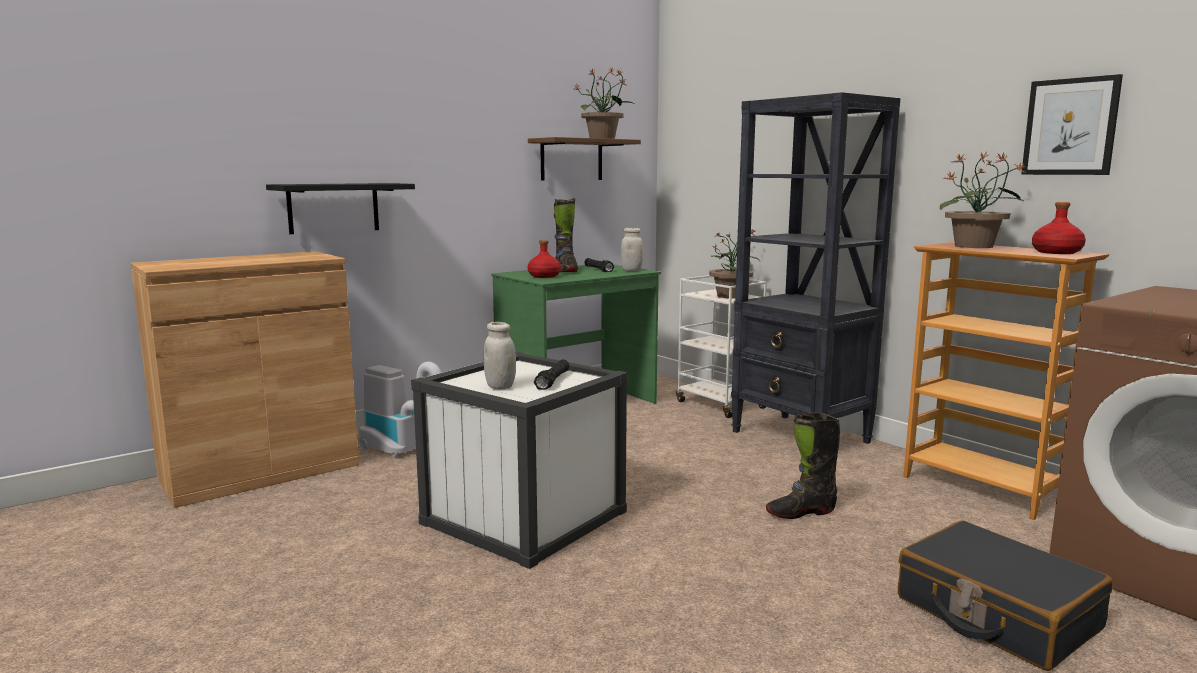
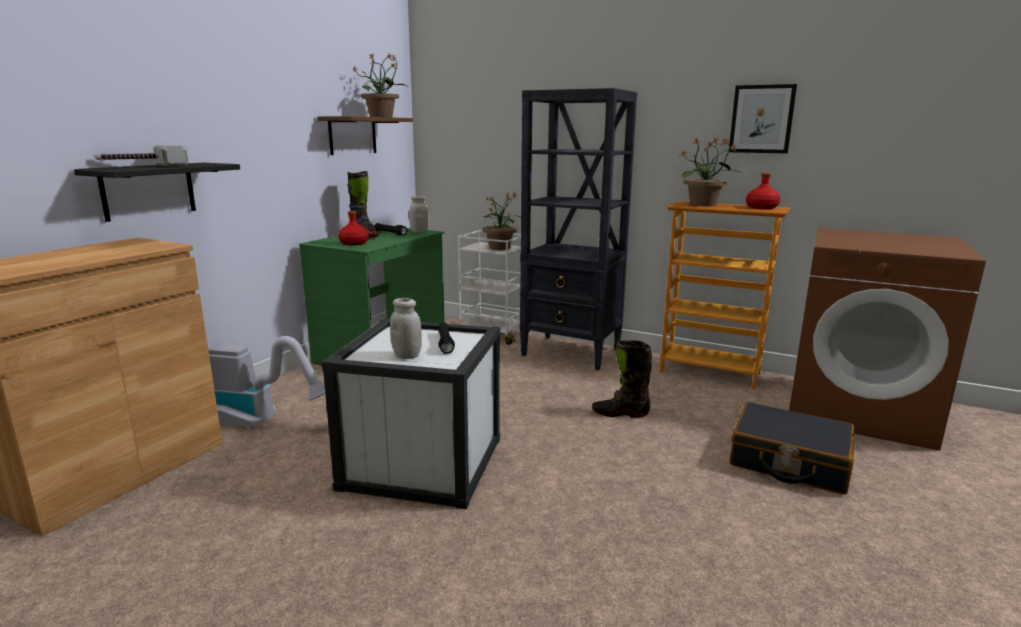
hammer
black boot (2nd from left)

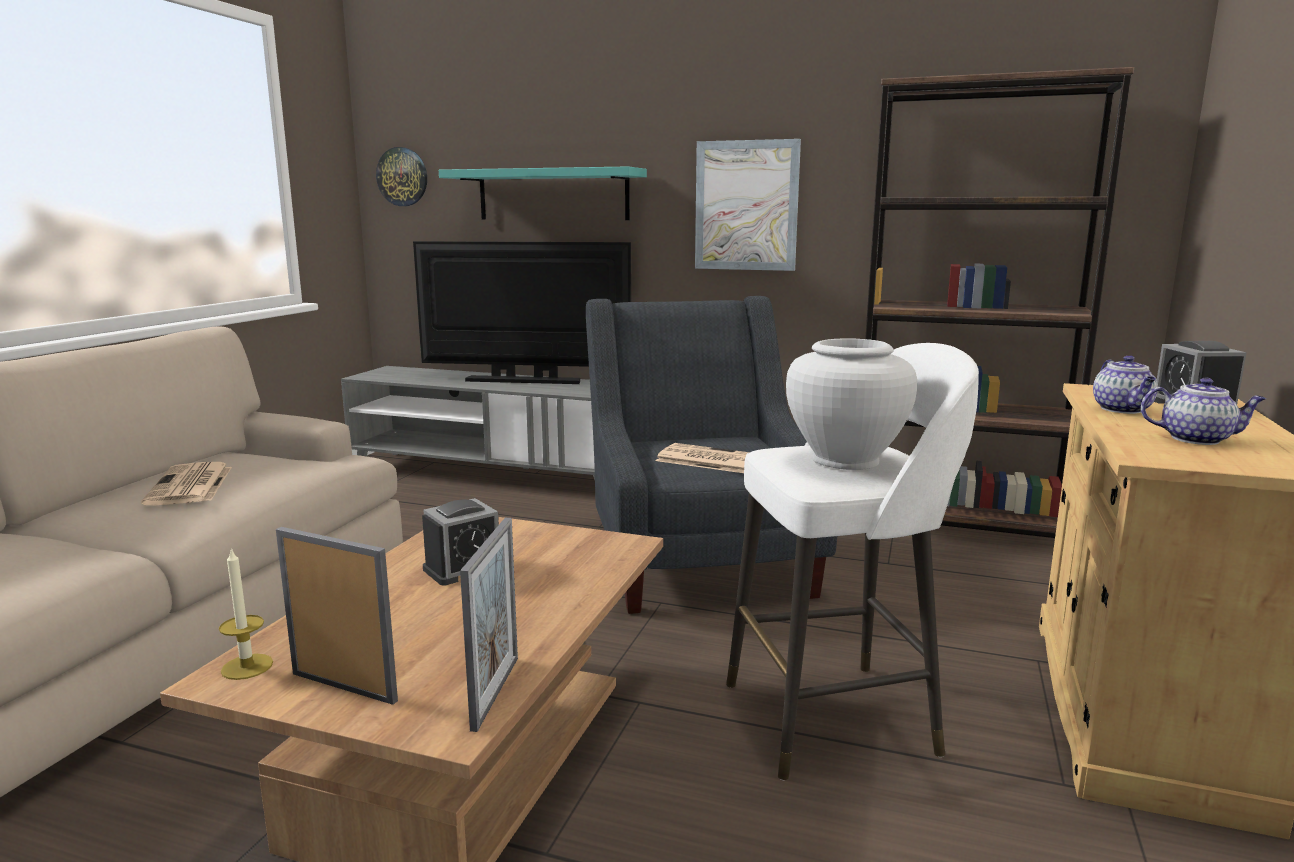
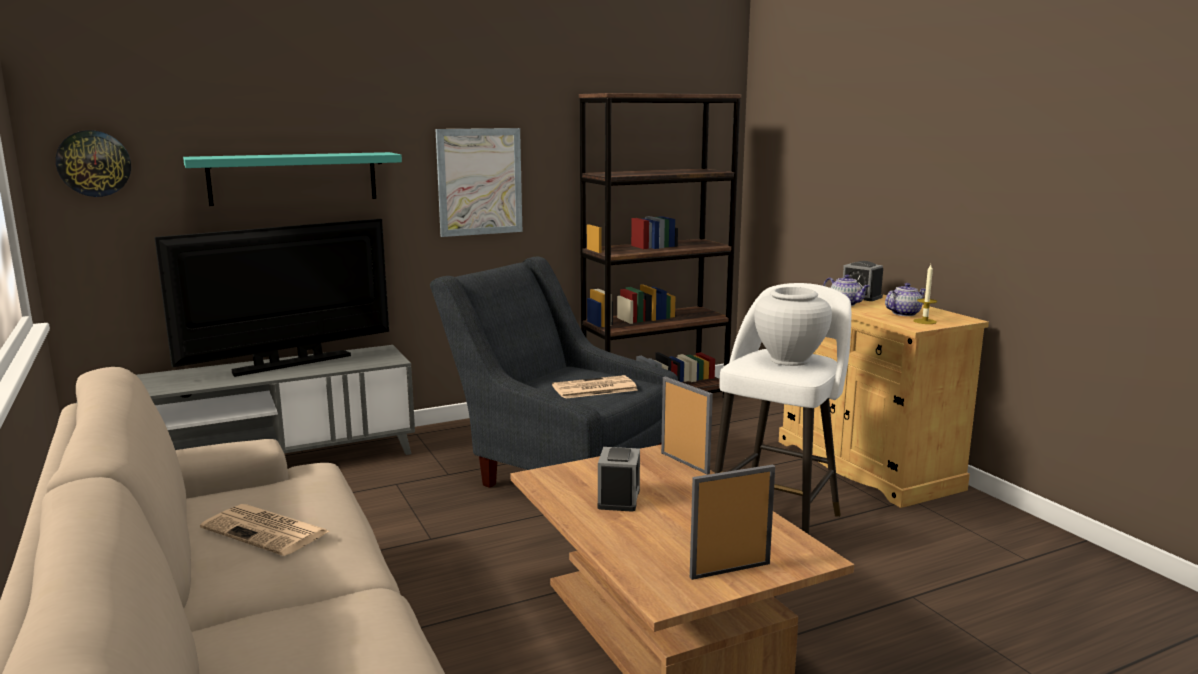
picture frame (1st from left)
candle

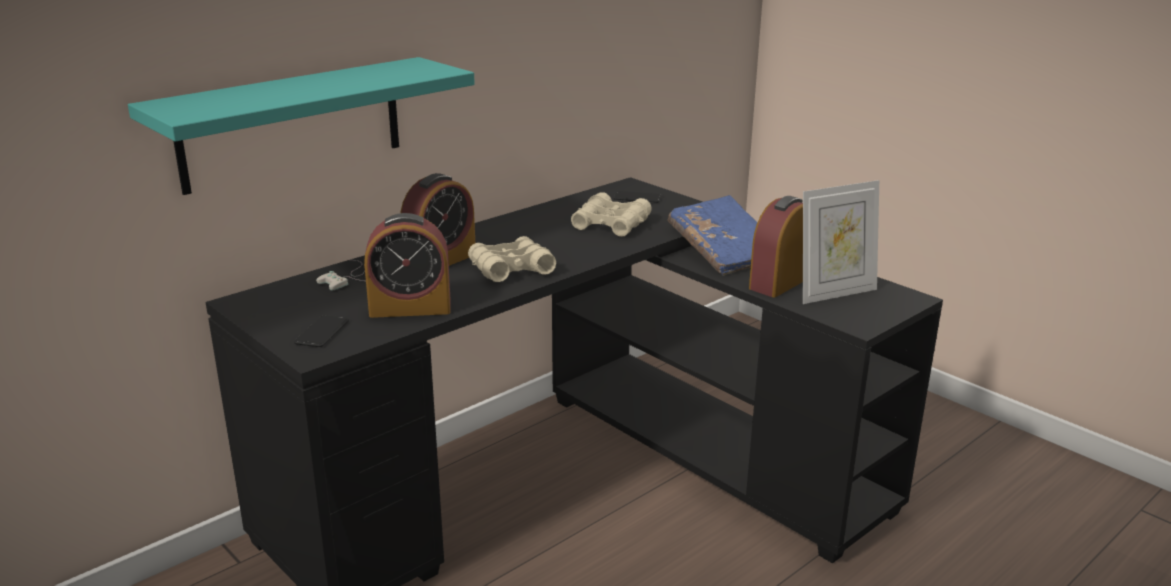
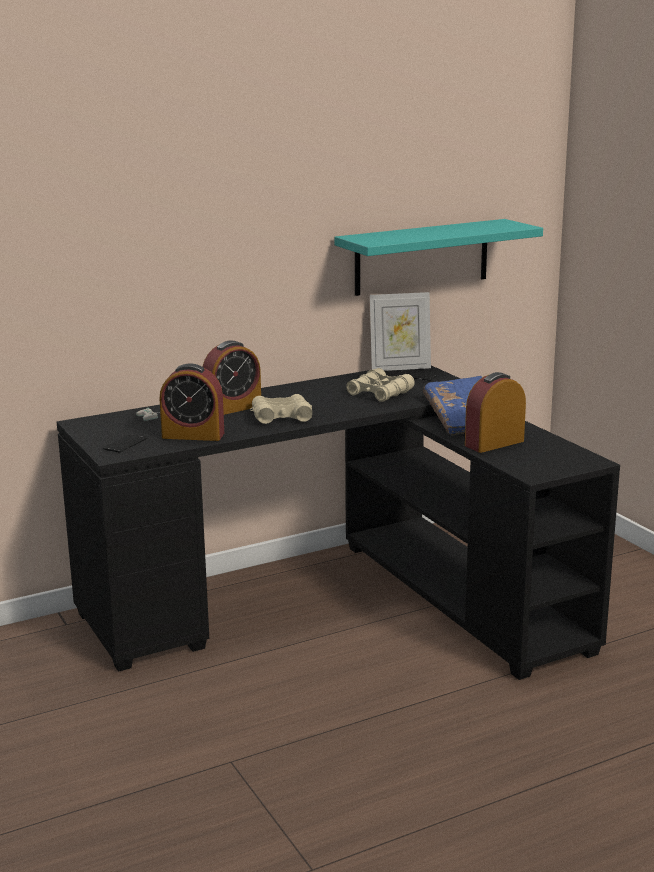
turquoise shelf
picture frame

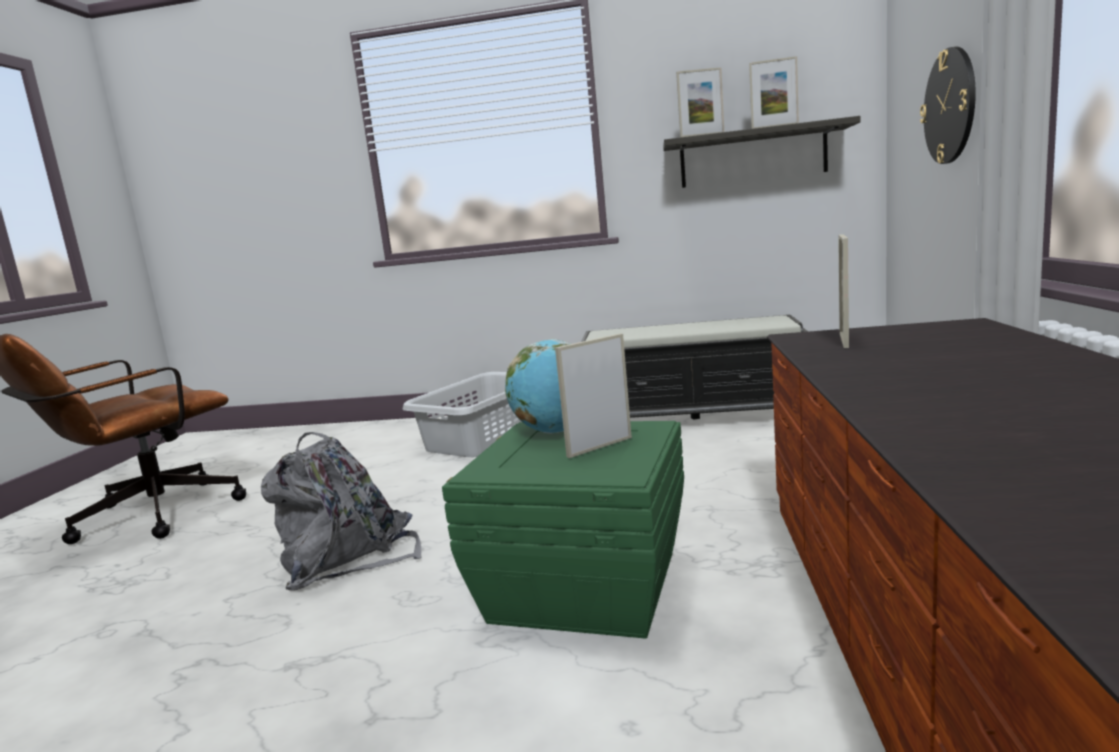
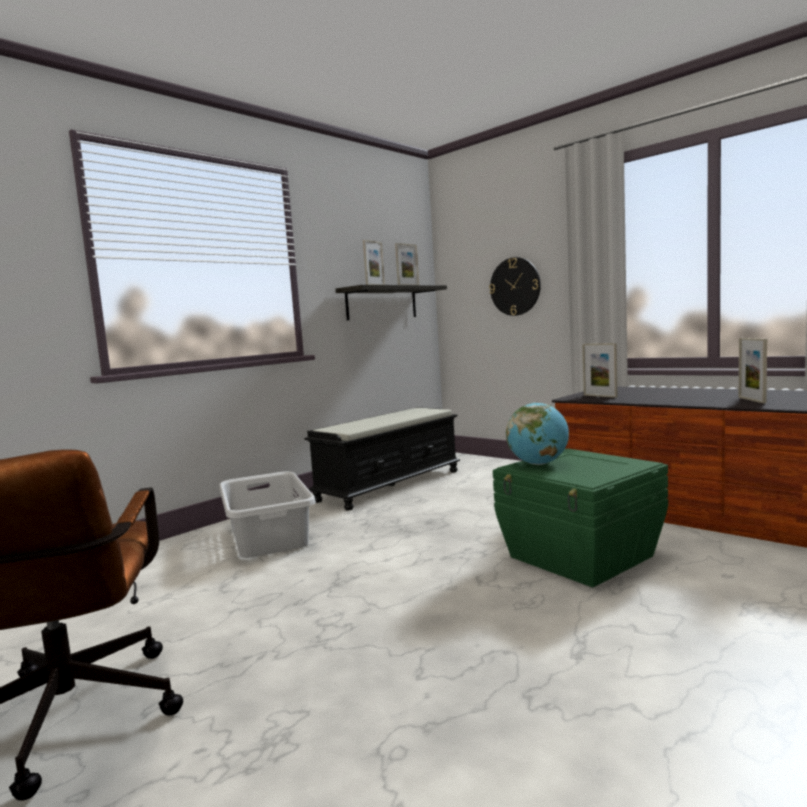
picture frame (4th from left)
grey backpack

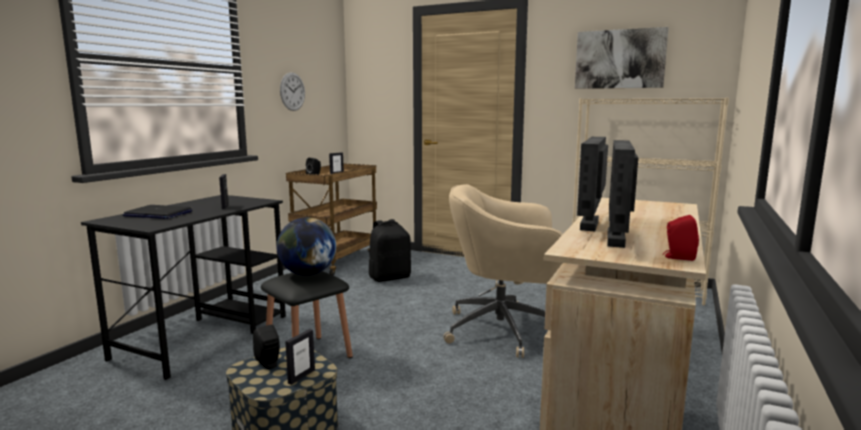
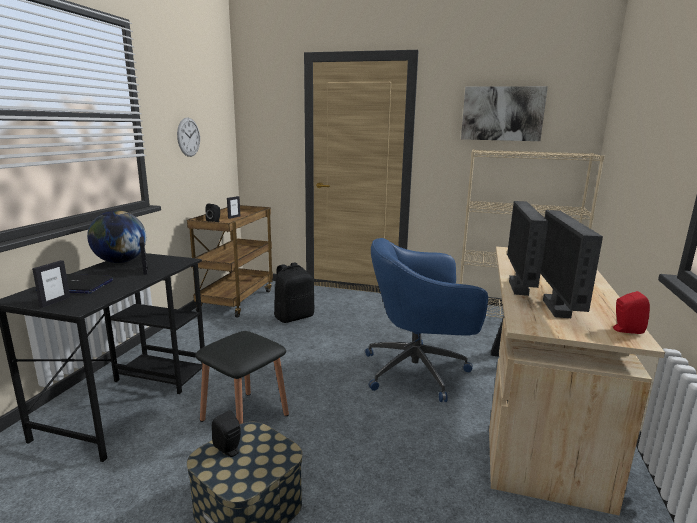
picture frame (1st from left)
globe
blue office chair

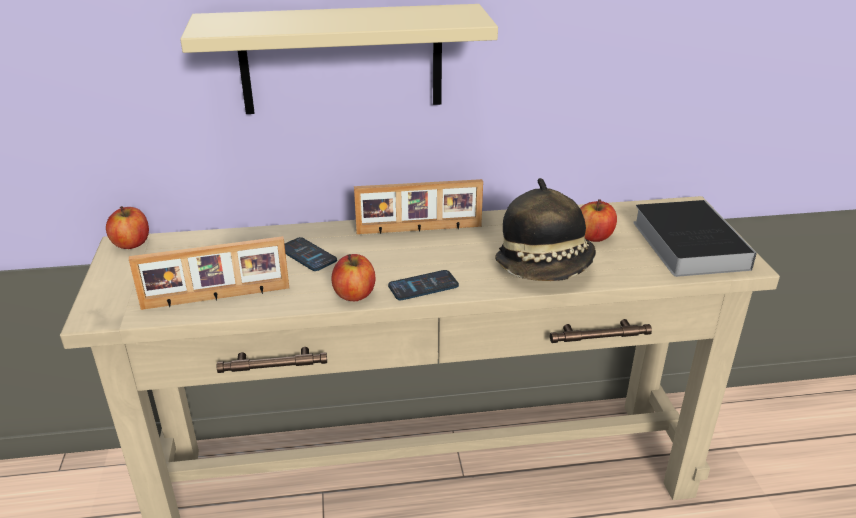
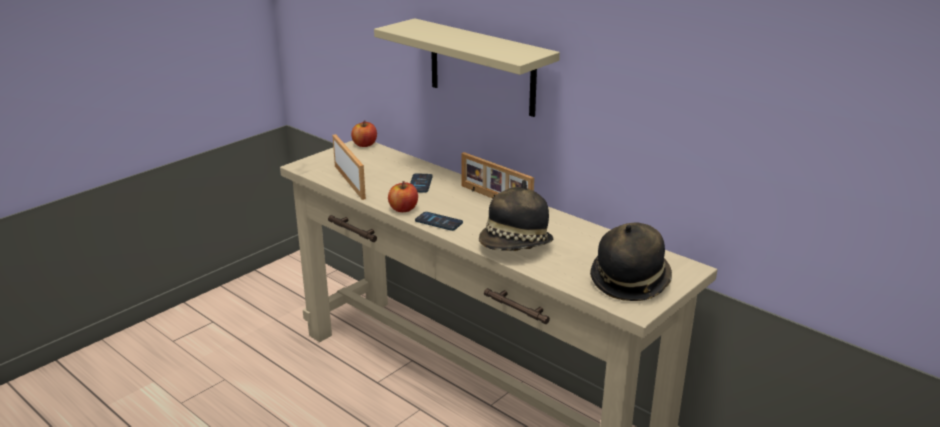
picture frame (1st from left)
hat (2nd from left)
apple (3rd from left in the first image)

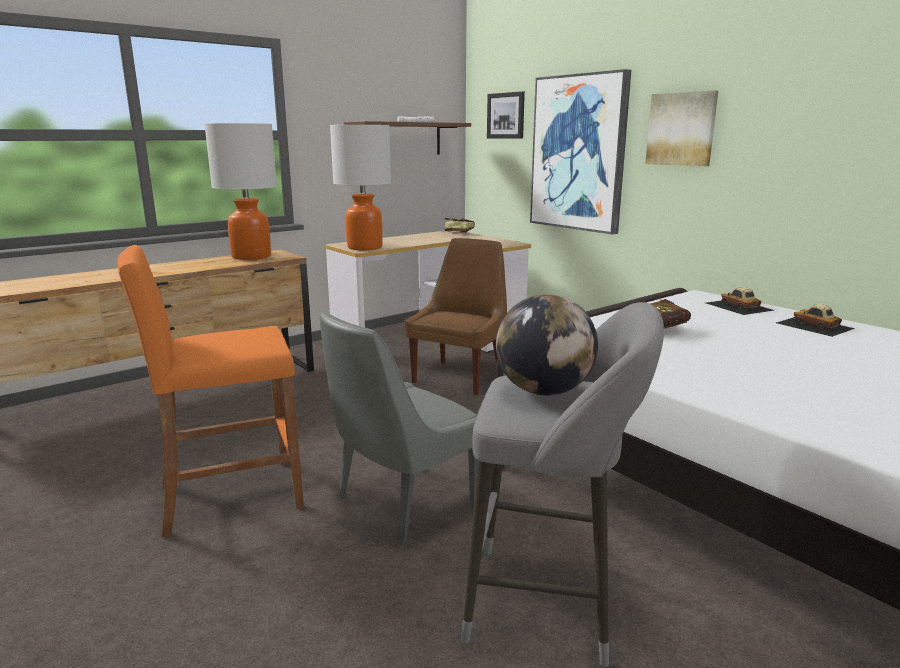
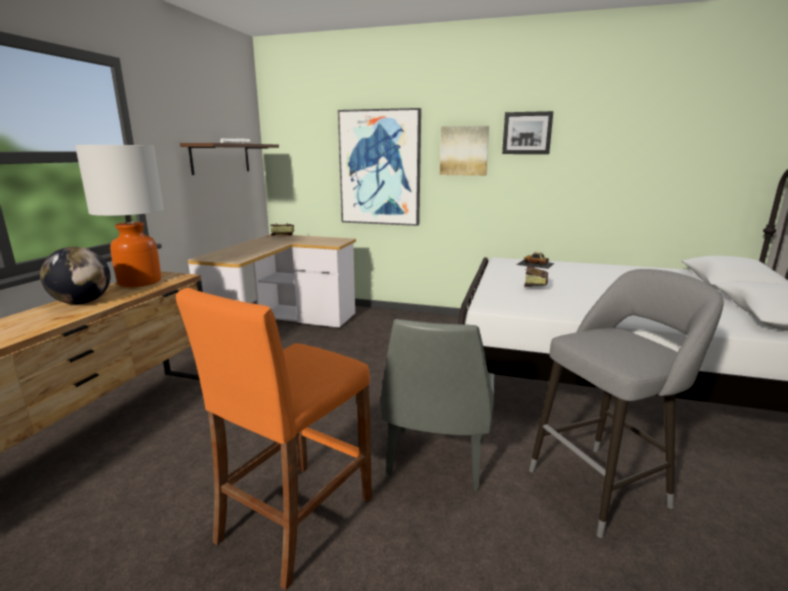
globe
picture (3rd from left)
table lamp (2nd from left in the first image)
brown chair
toy car (2nd from left in the first image)

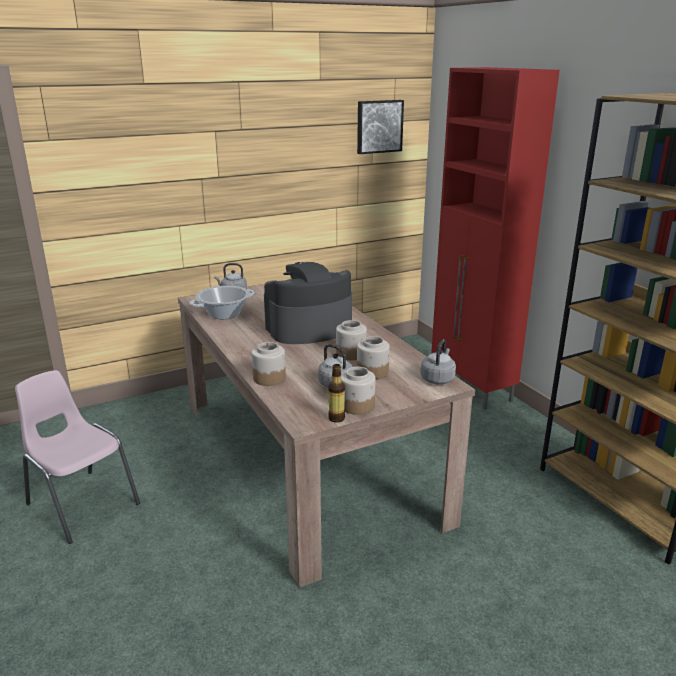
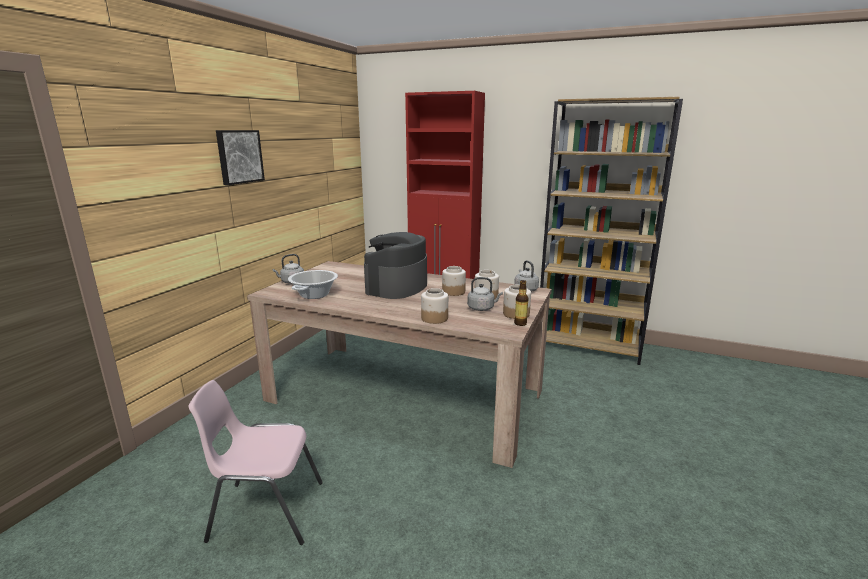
picture

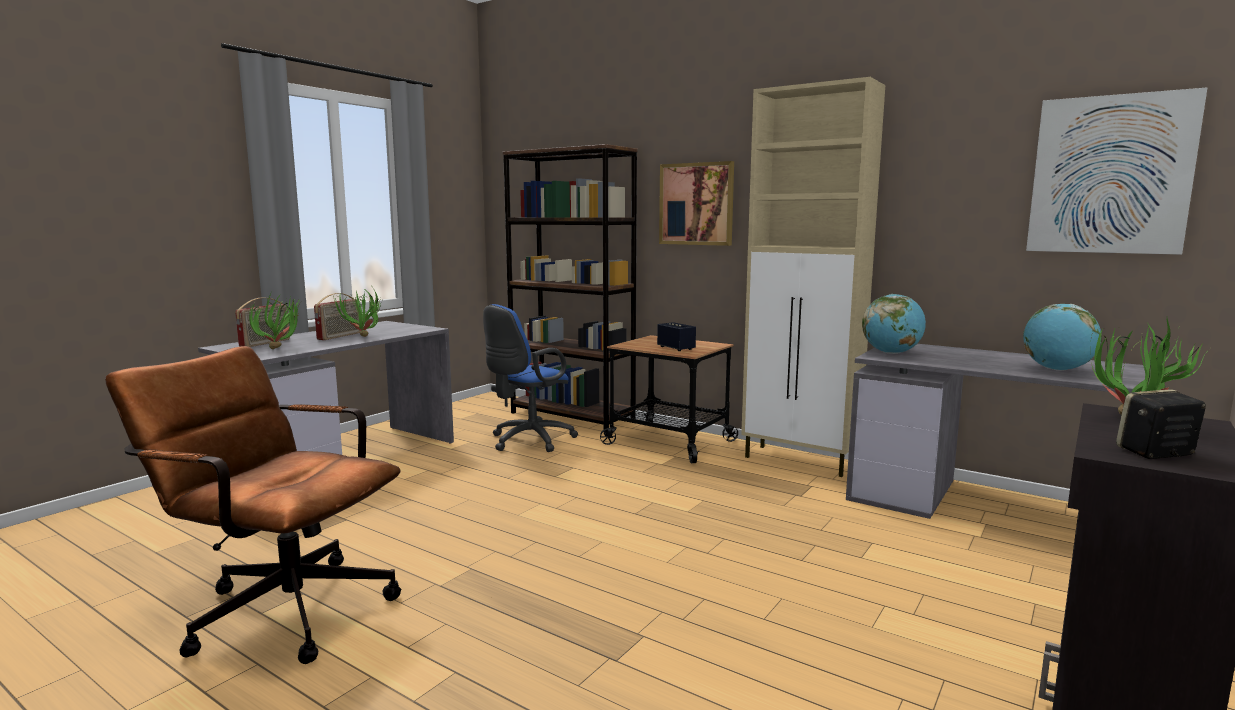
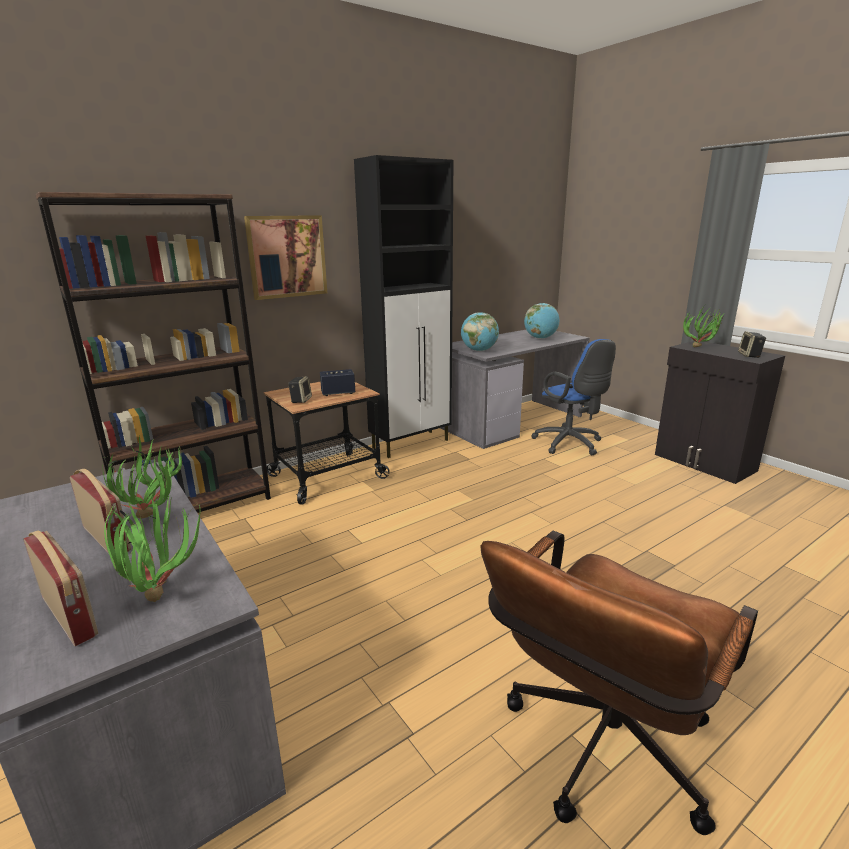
speaker (1st from left)
black cabinet (1st from left)
blue office chair
picture (2nd from left in the first image)

